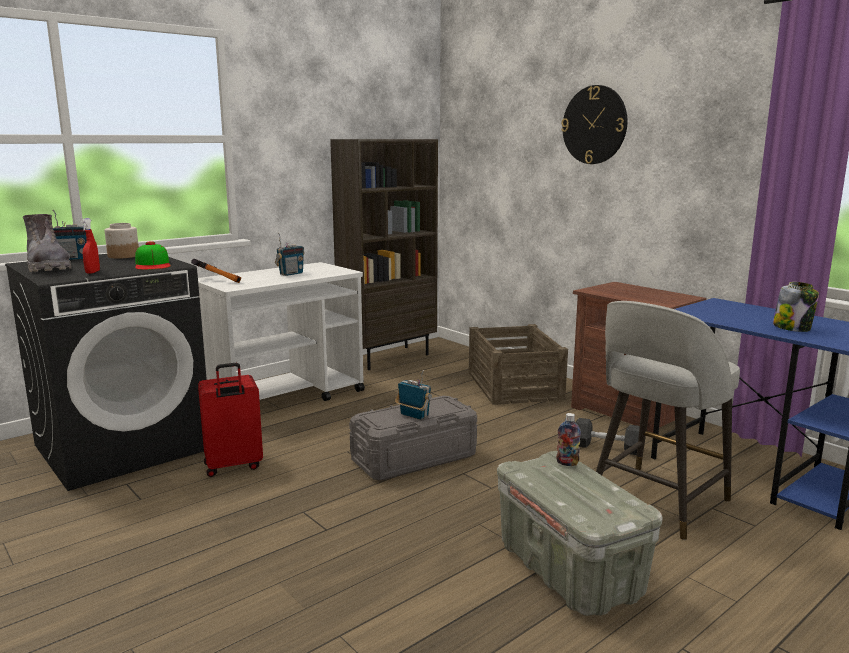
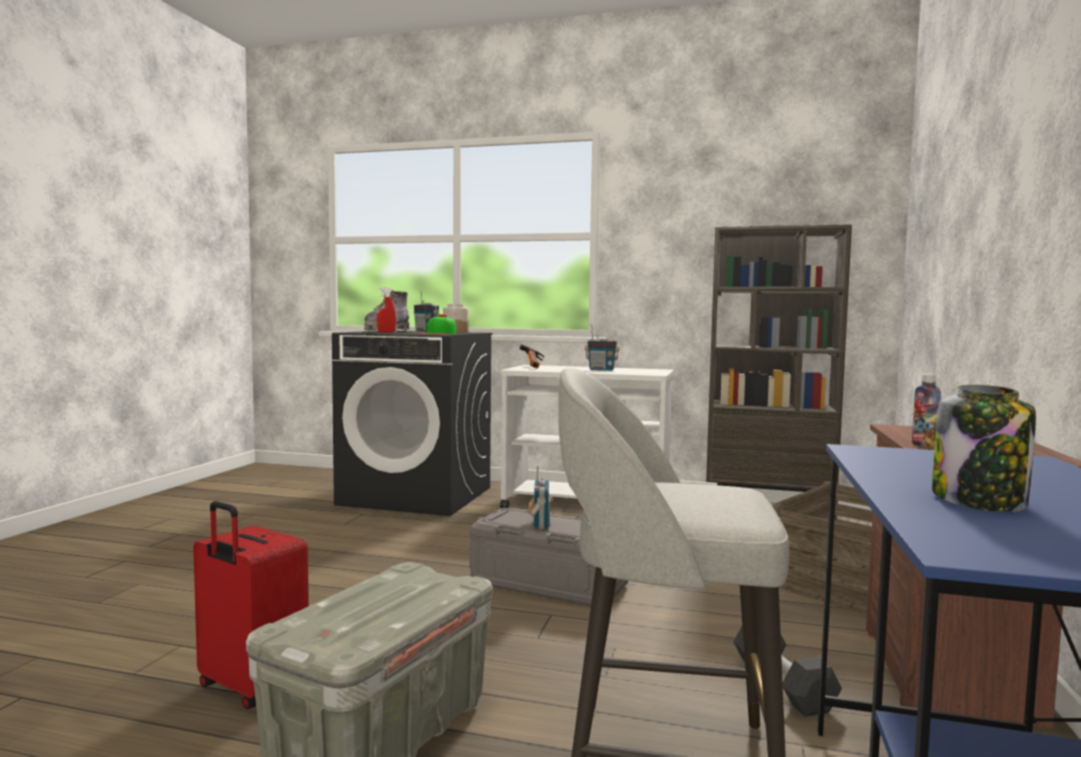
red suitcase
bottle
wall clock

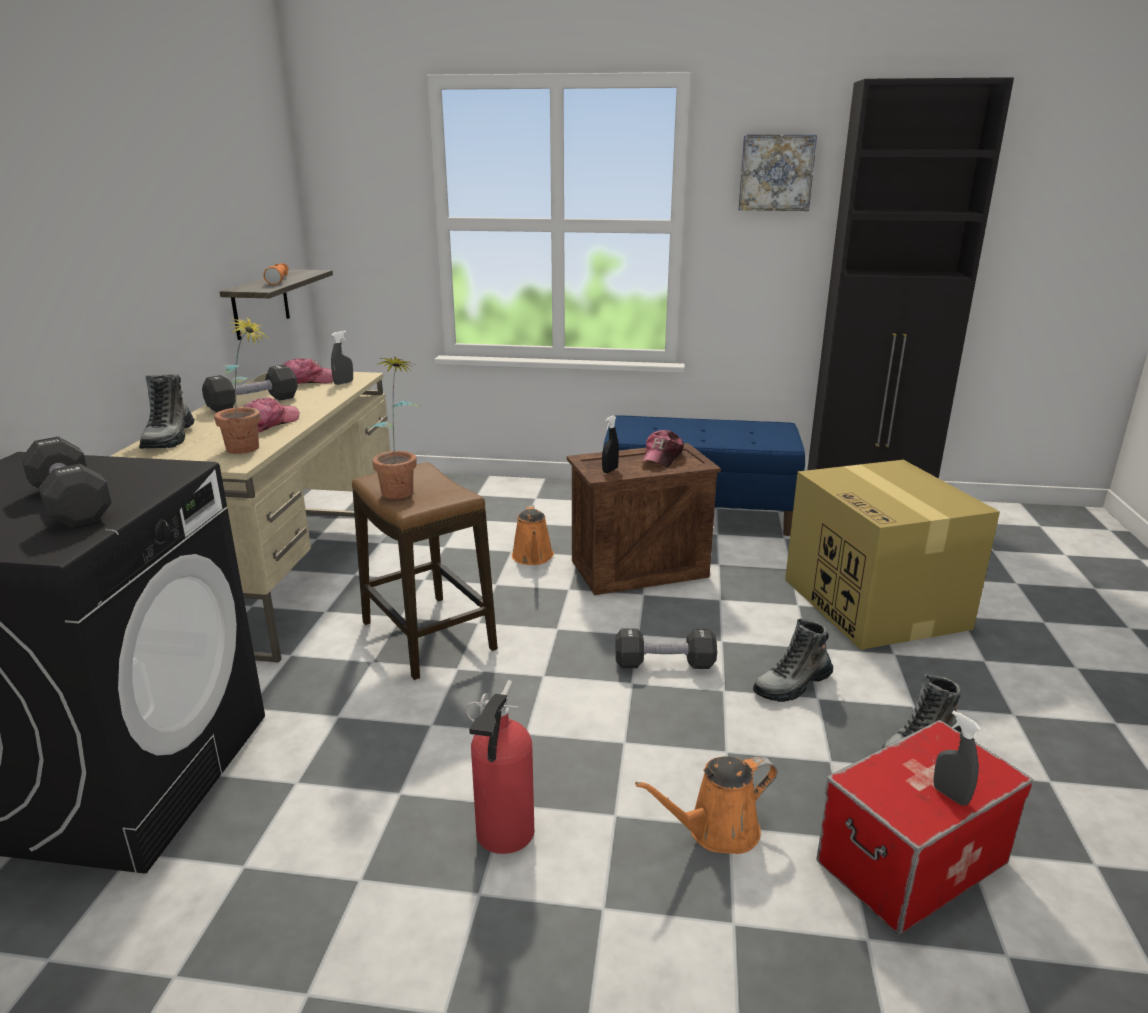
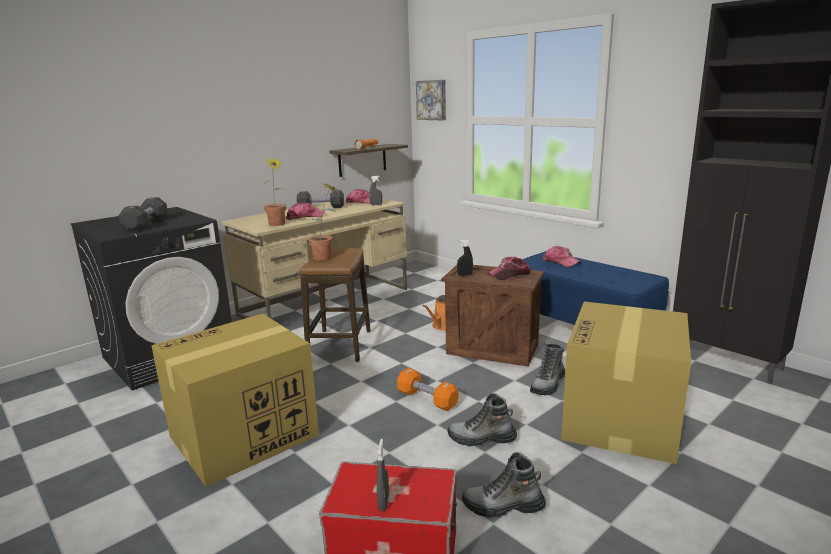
cardboard box (1st from left)
orange dumbbell
picture
boot (3rd from left)
cap (4th from left)
orange watering can (2nd from left in the first image)

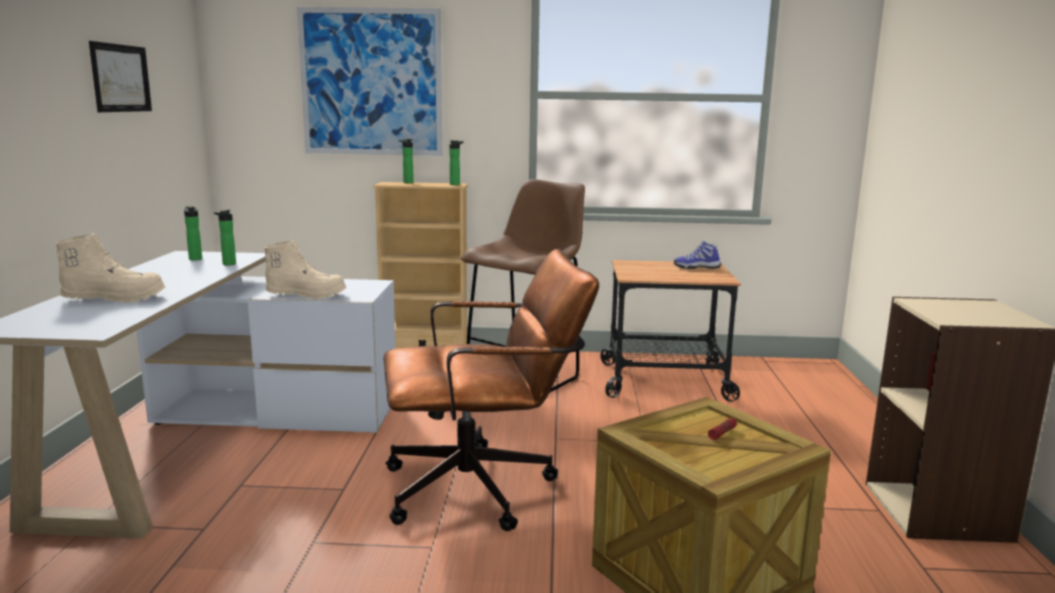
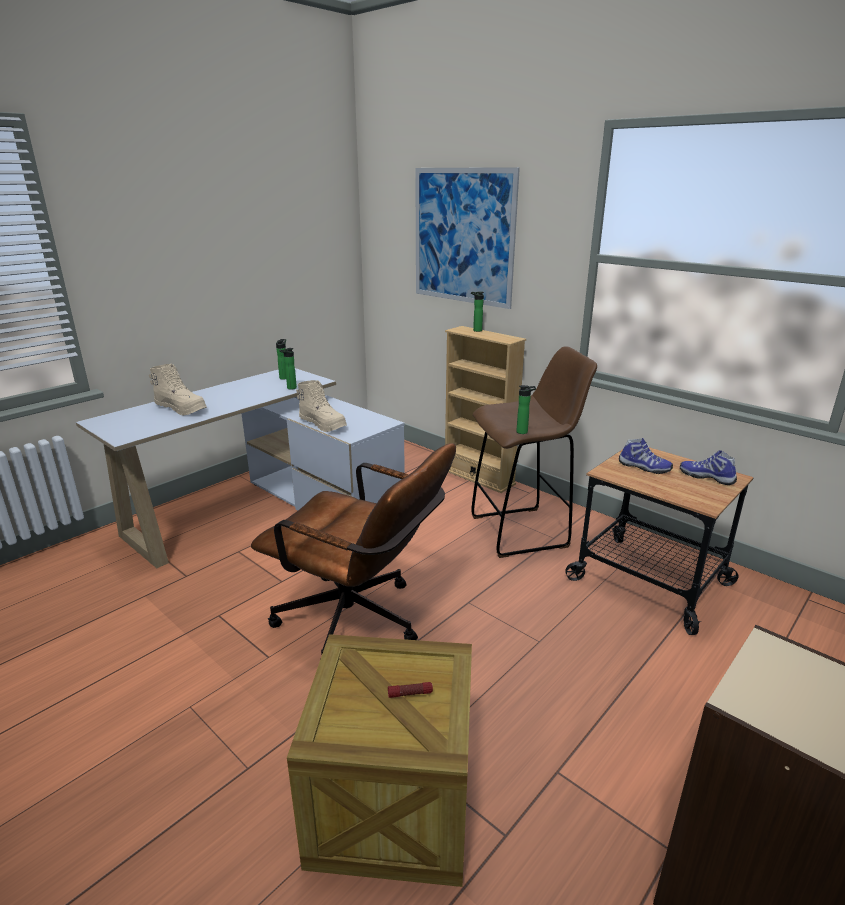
bottle (4th from left)
shoe (1st from left)
picture (1st from left in the first image)

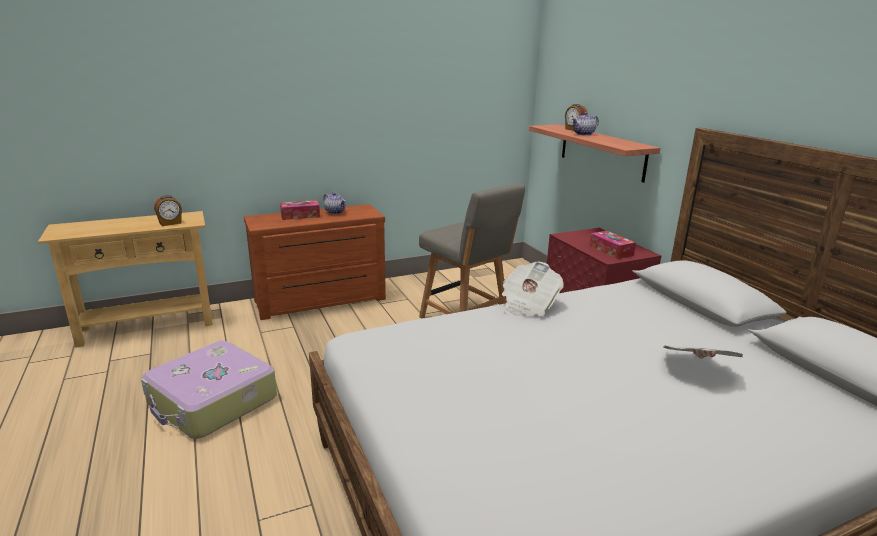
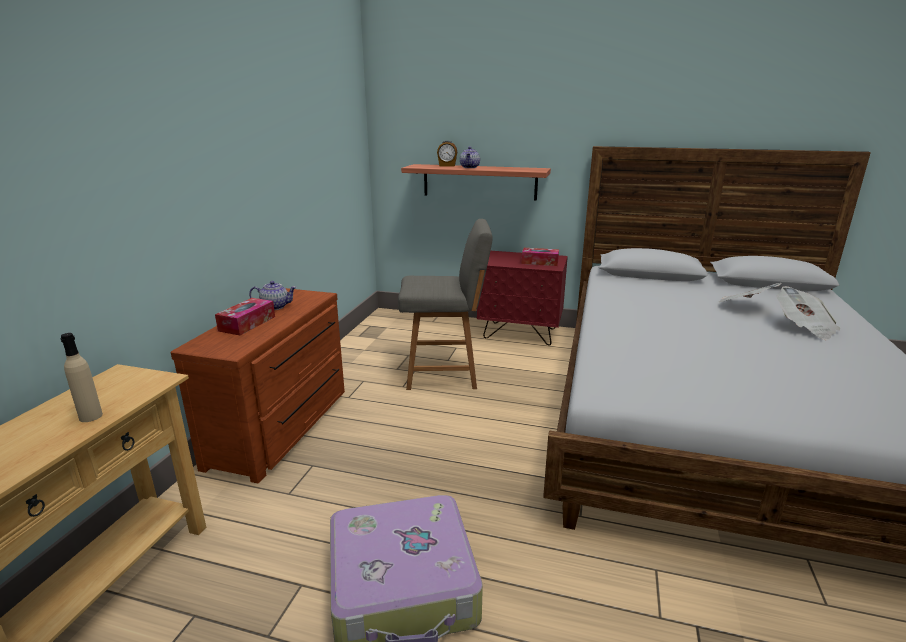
beige bottle
newspaper (2nd from left)
alarm clock (1st from left in the first image)

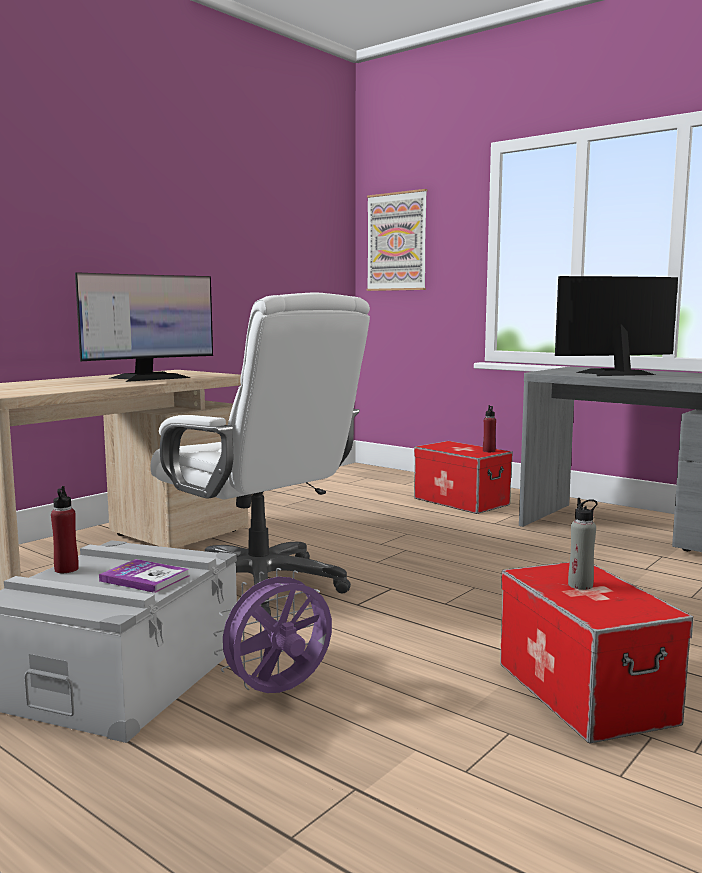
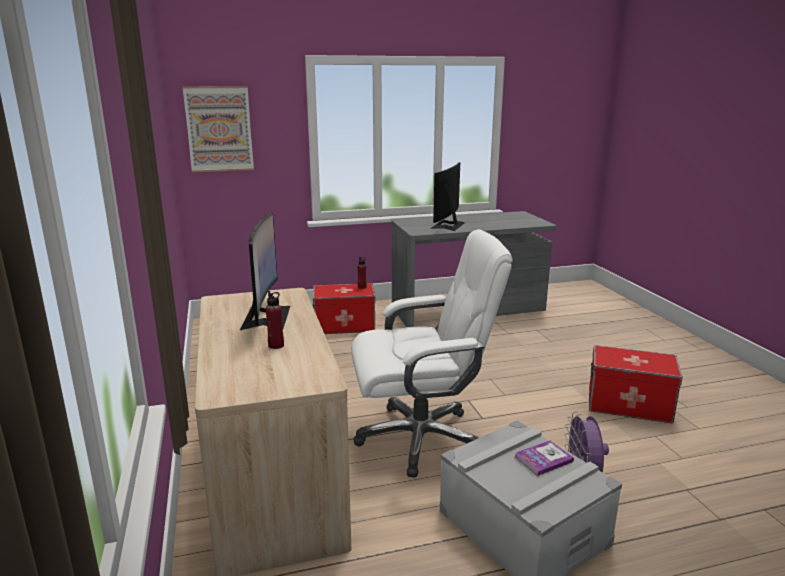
red bottle (1st from left)
grey bottle

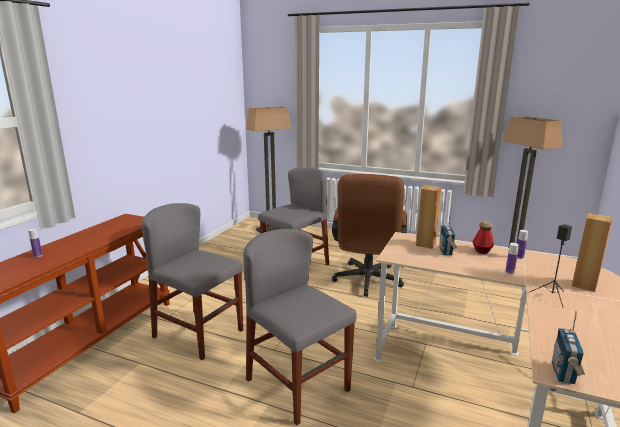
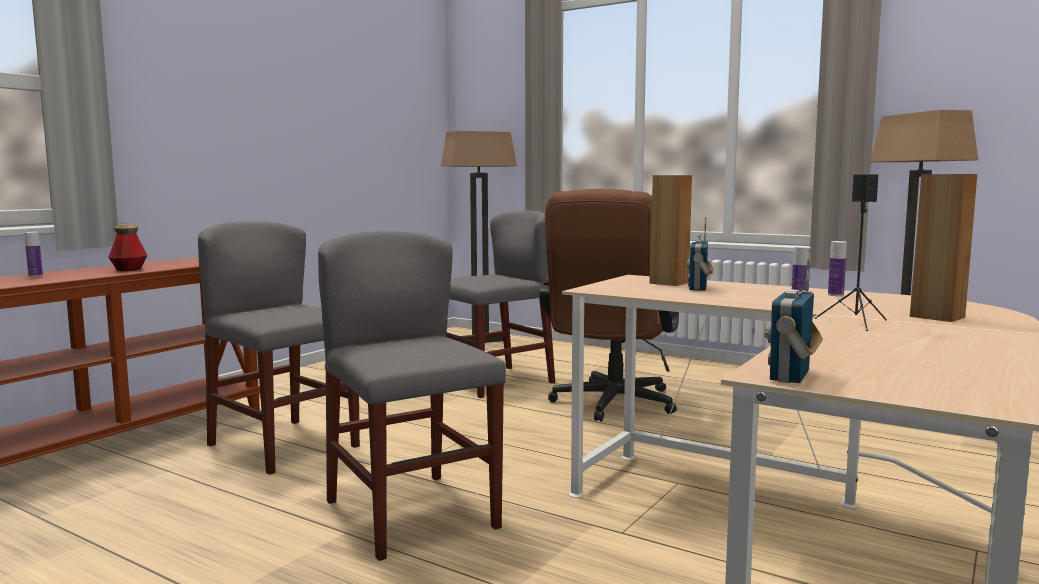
bottle (2nd from left)

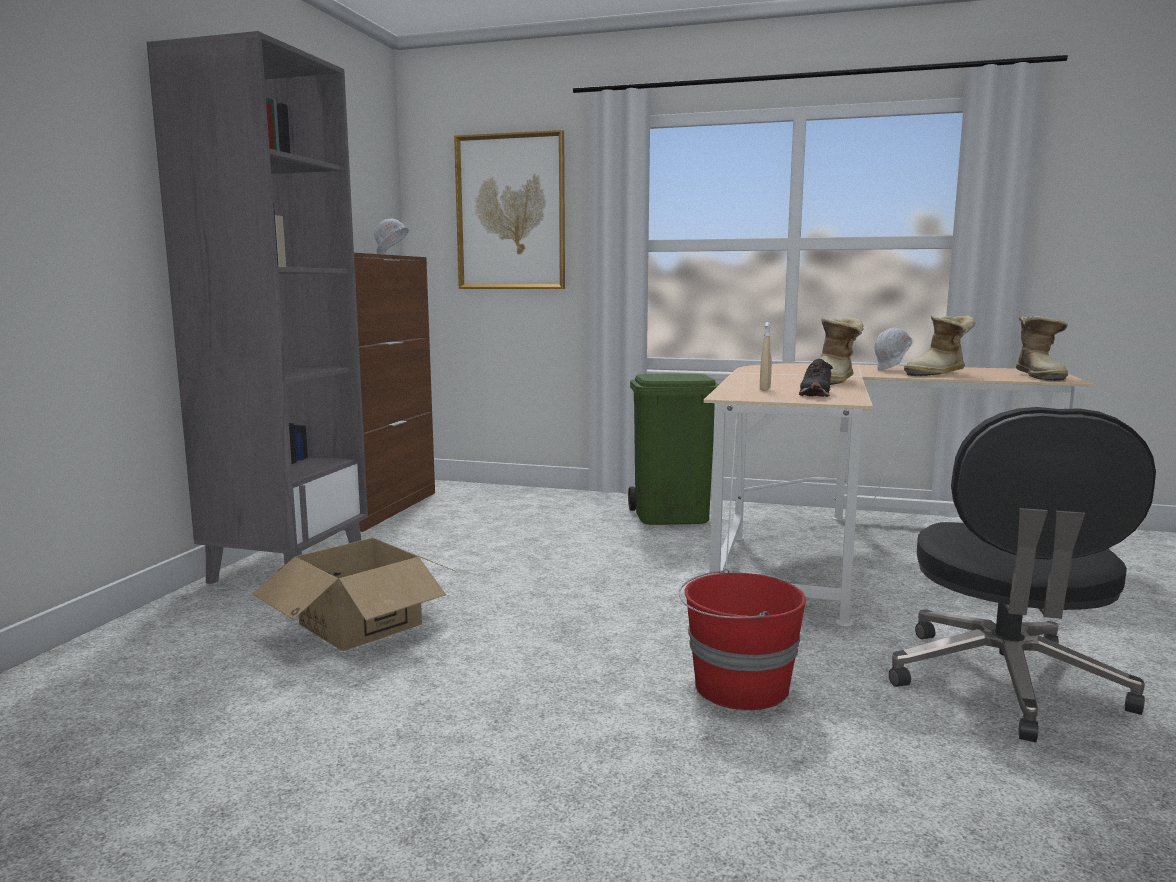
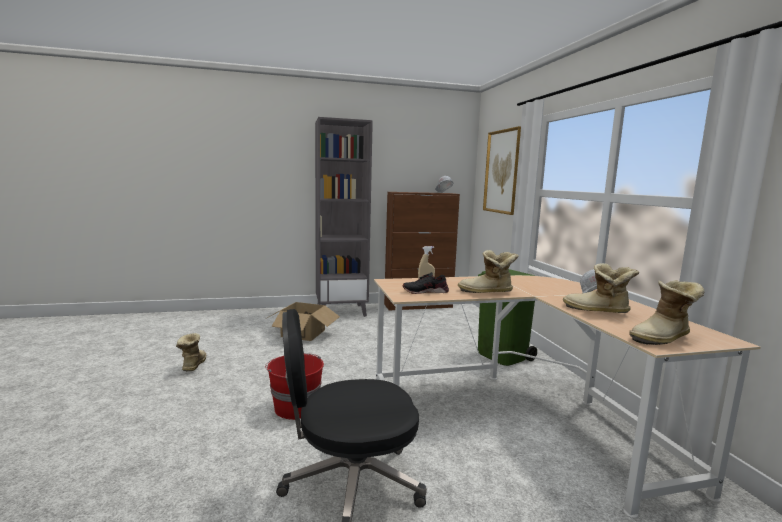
boot (1st from left)

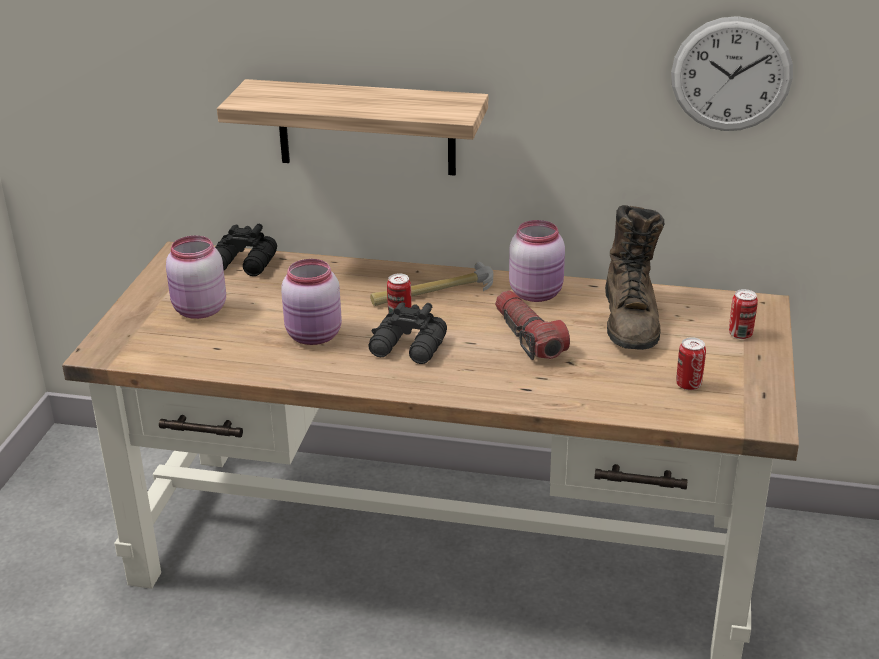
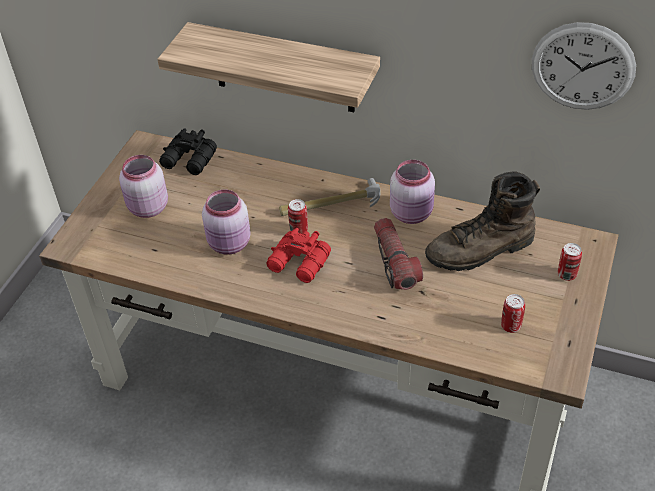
red binoculars
brown boot

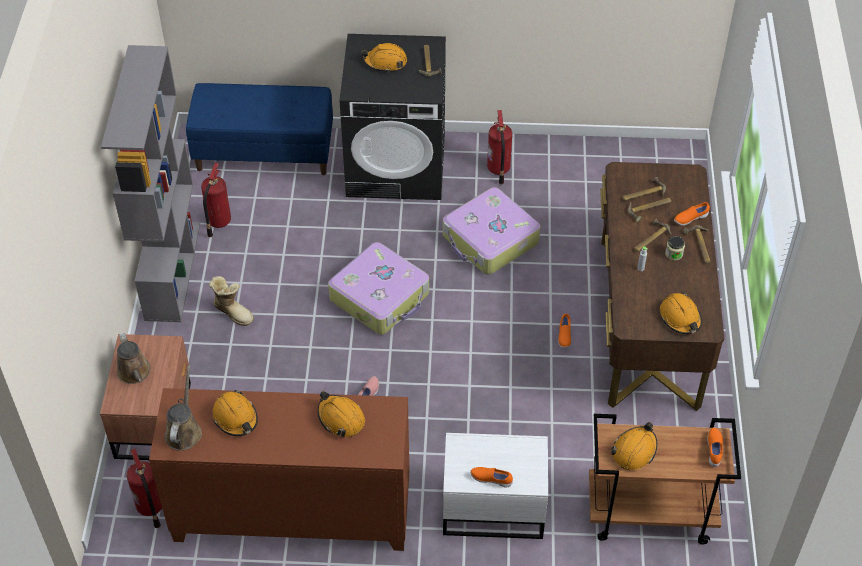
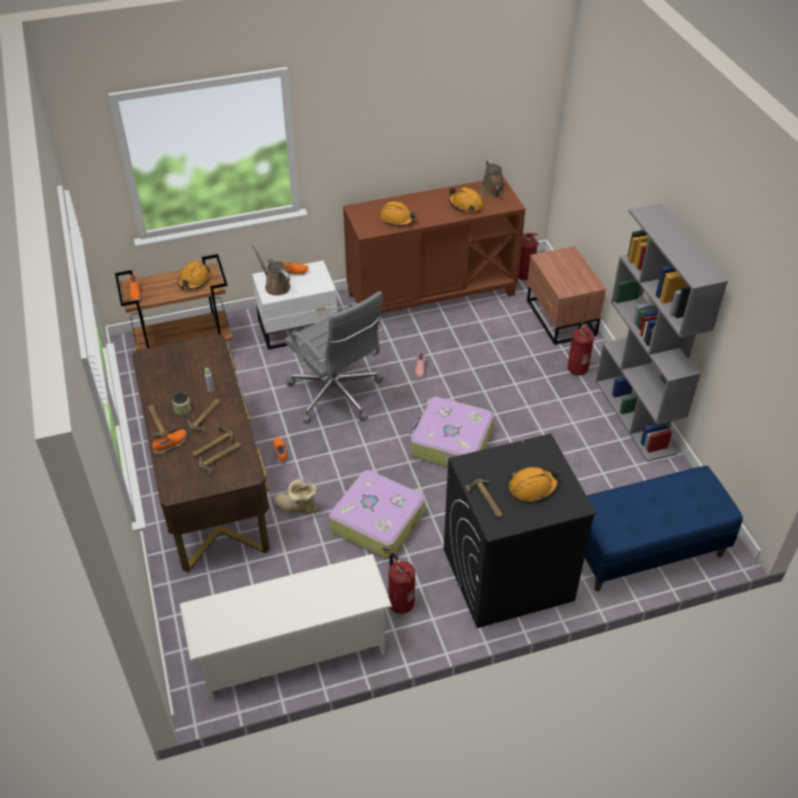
white shoe rack
brown watering can (1st from left)
boot
grey office chair
fire extinguisher (3rd from left)
orange hard hat (5th from left in the first image)

